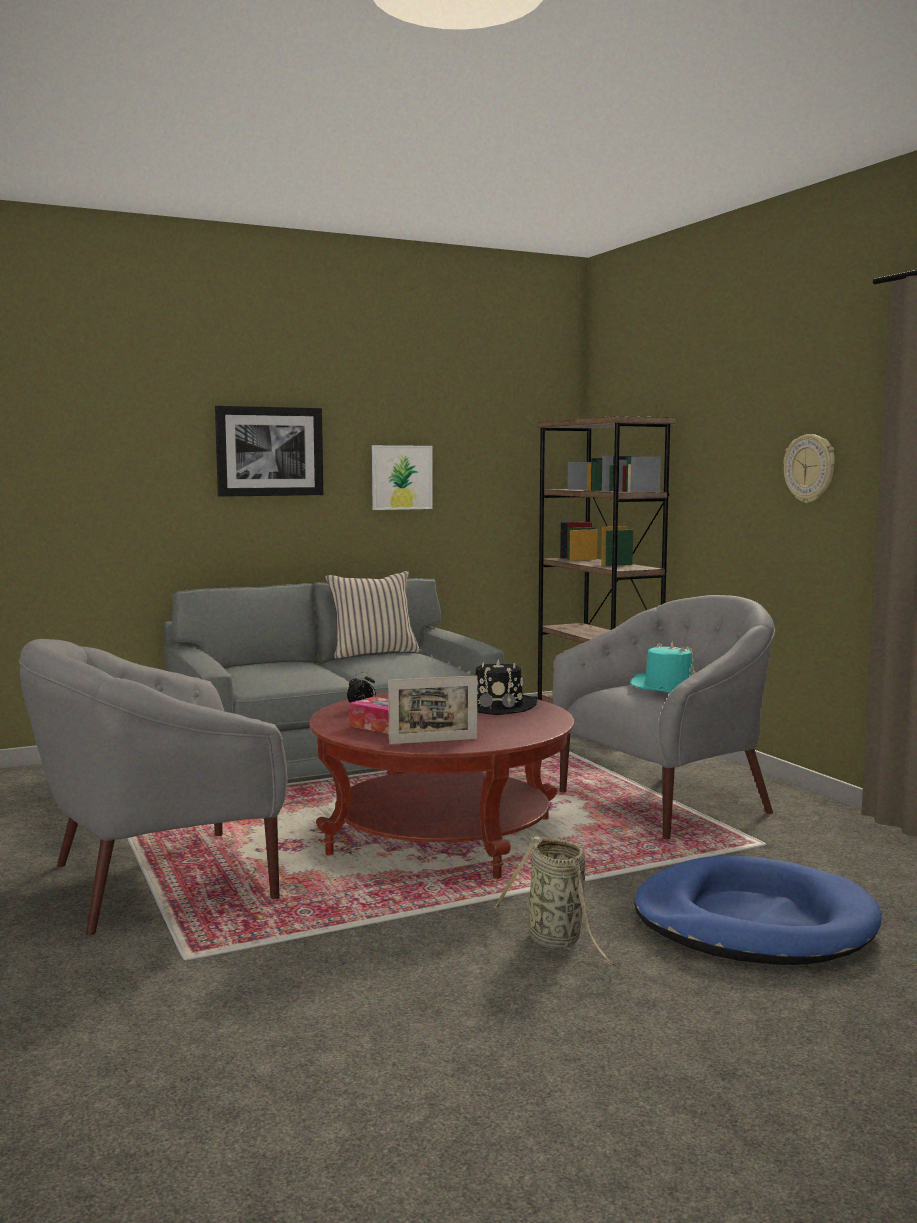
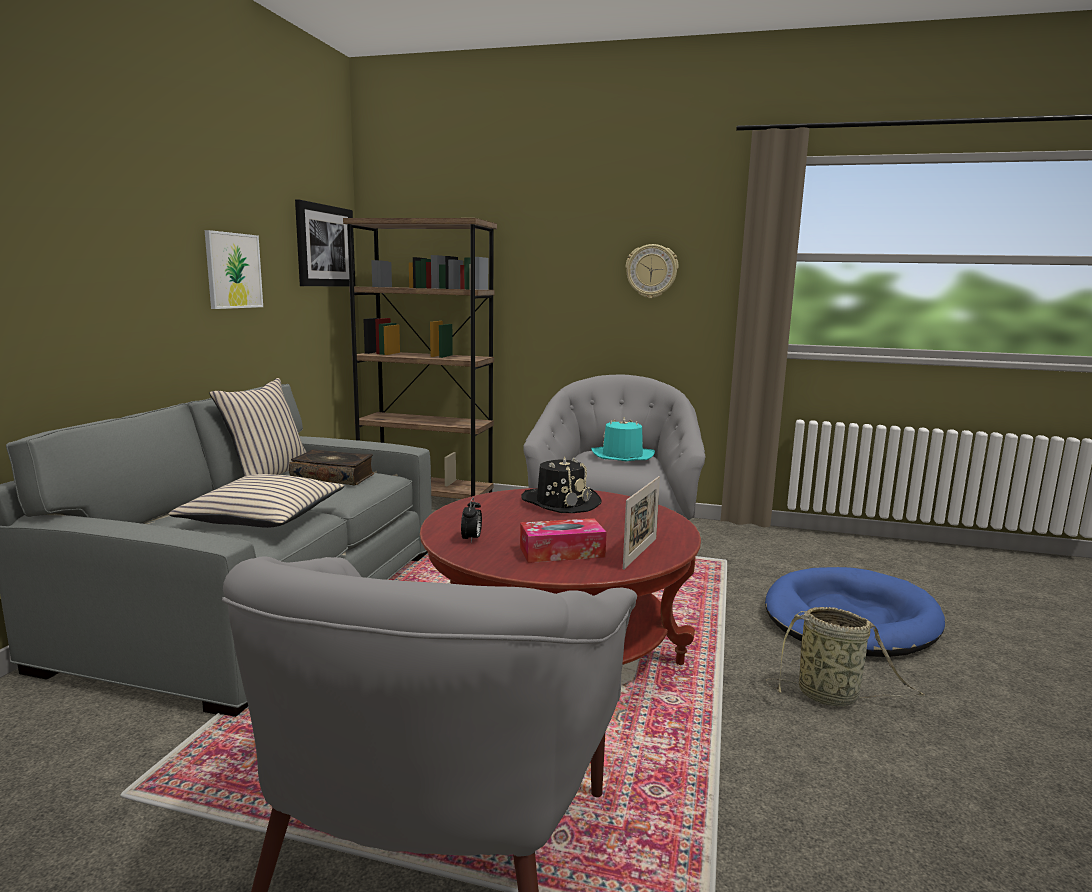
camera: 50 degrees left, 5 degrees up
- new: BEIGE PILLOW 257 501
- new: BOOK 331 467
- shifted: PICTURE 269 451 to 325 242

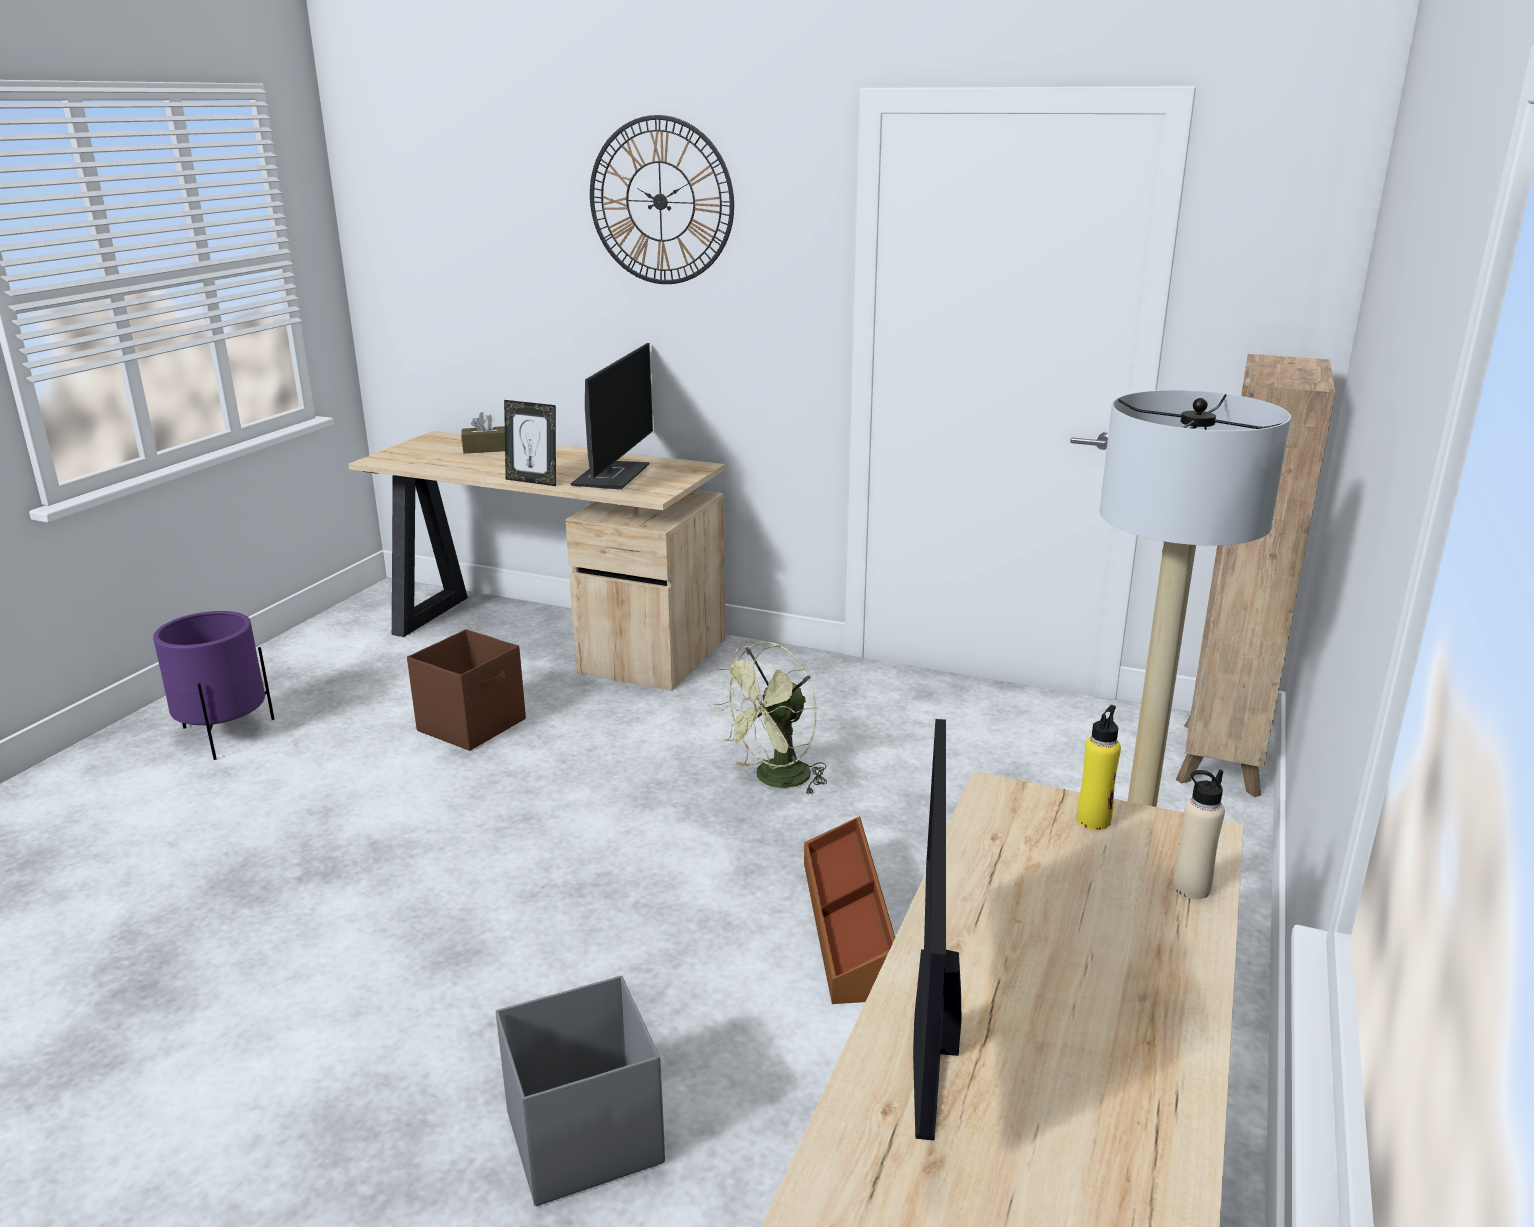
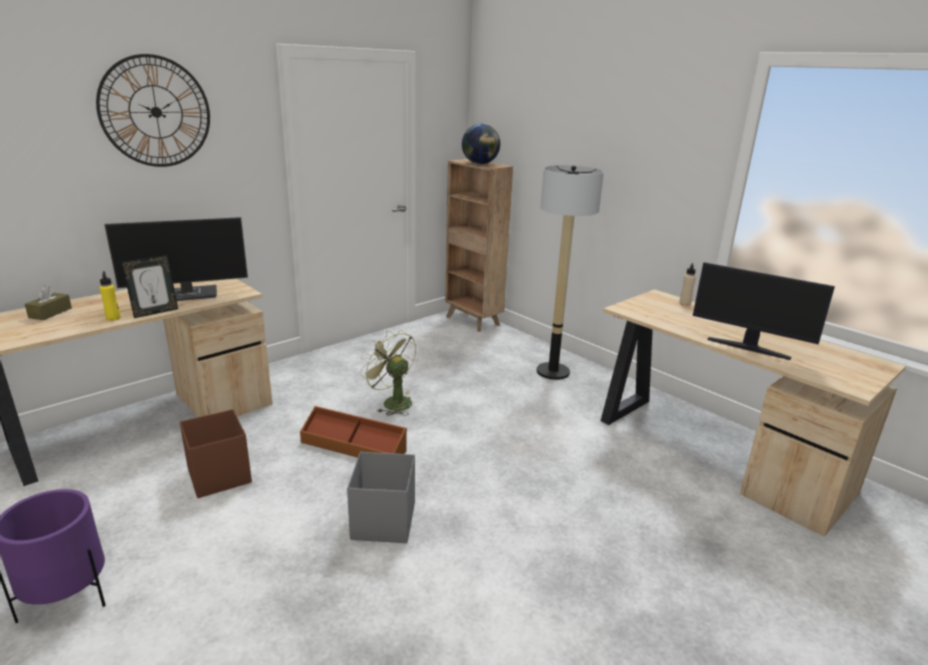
camera: 65 degrees left, 0 degrees up
- new: GLOBE 481 144
- shifted: GREY STORAGE BOX 580 1091 to 381 497
- shifted: BROWN STORAGE BOX 849 910 to 353 432
- shifted: YELLOW BOTTLE 1099 767 to 110 296
- rotated: MONITOR 611 416 = 176 259 120 degrees clockwise
- rotated: GREEN FAN 770 719 = 388 373 150 degrees clockwise

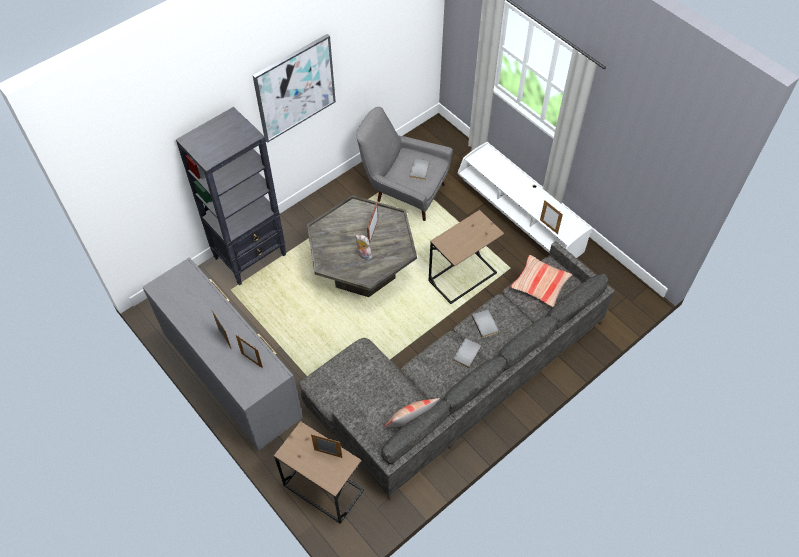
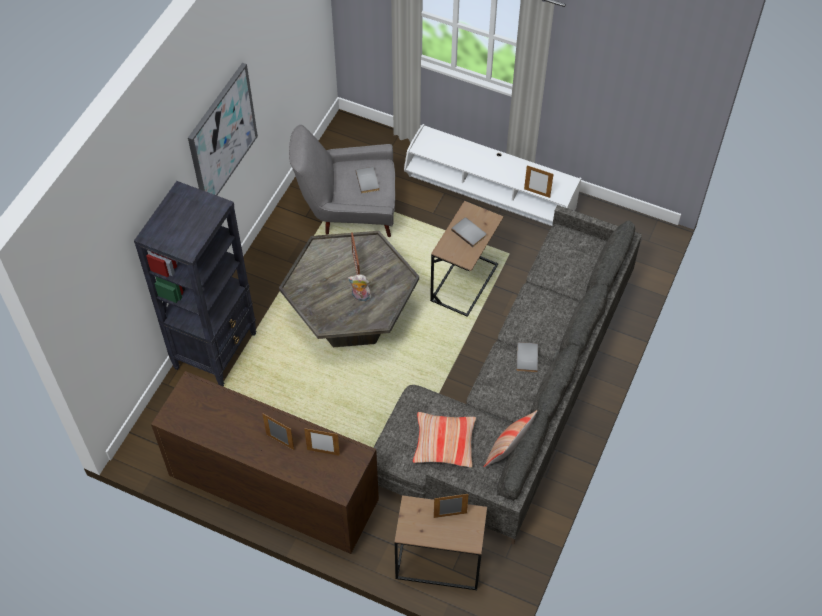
camera: 25 degrees left, 0 degrees up
- shifted: GREY BOOK 485 324 to 468 232
- shifted: PILLOW 541 281 to 444 439
- repainted: GREY DRESSER 223 354 to BROWN DRESSER 265 462

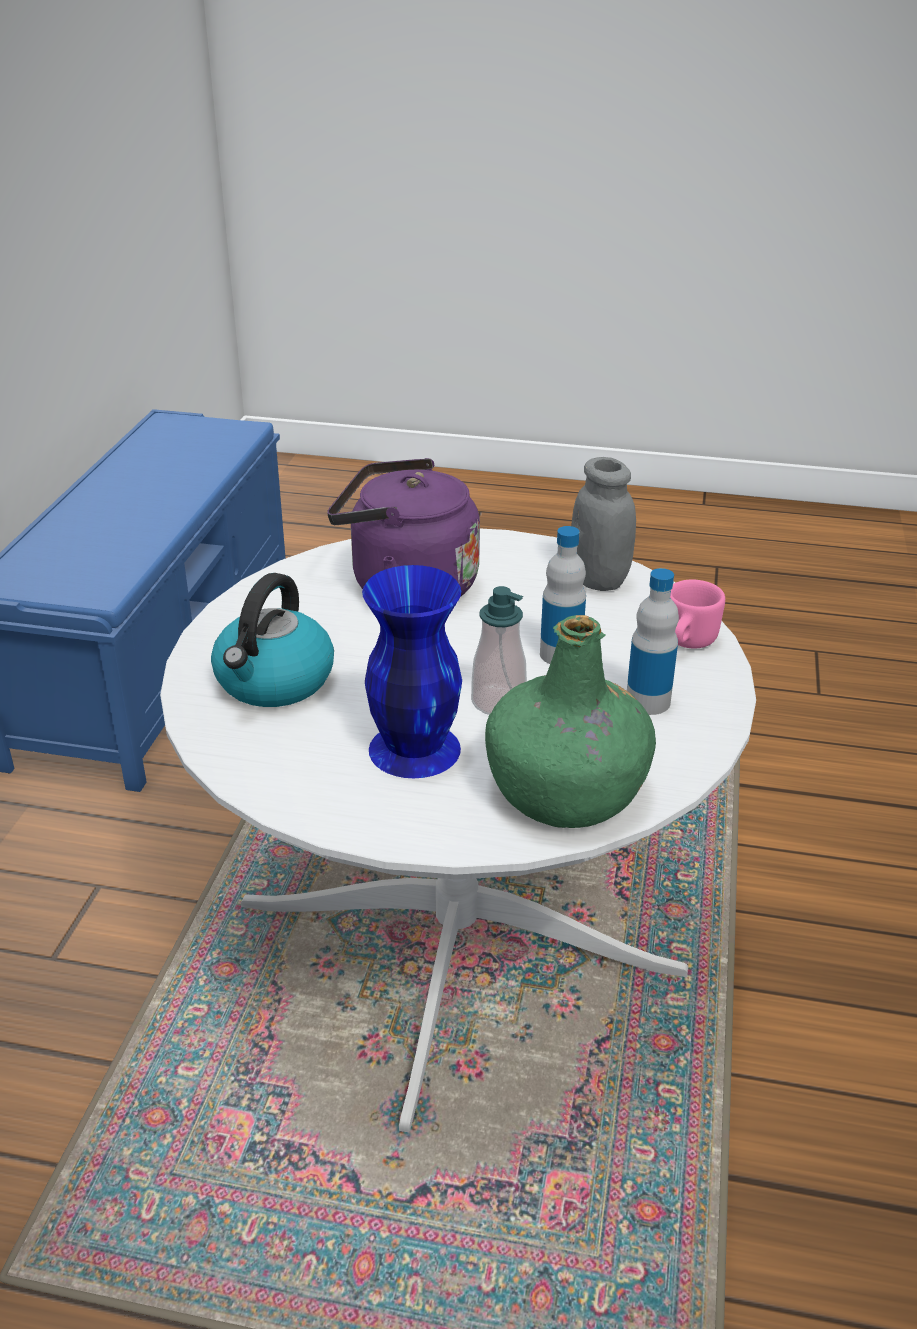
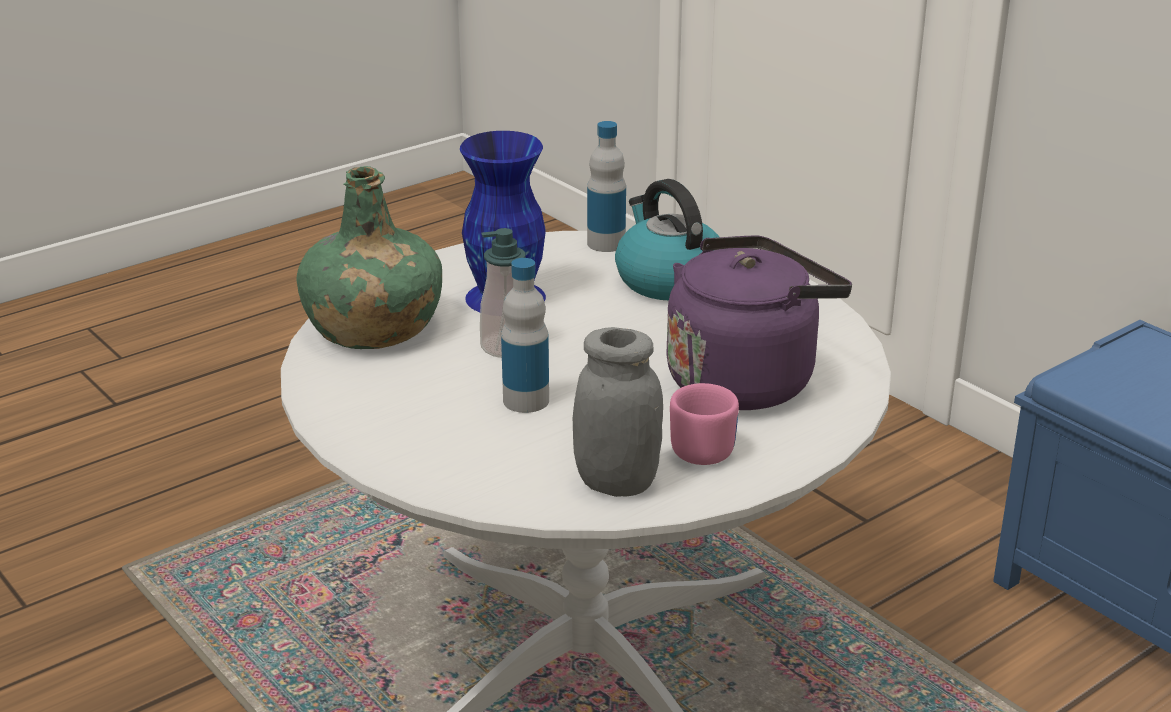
camera: 130 degrees right, 5 degrees down
- shifted: BOTTLE 653 641 to 606 186
- shifted: PINK MUG 697 614 to 704 424

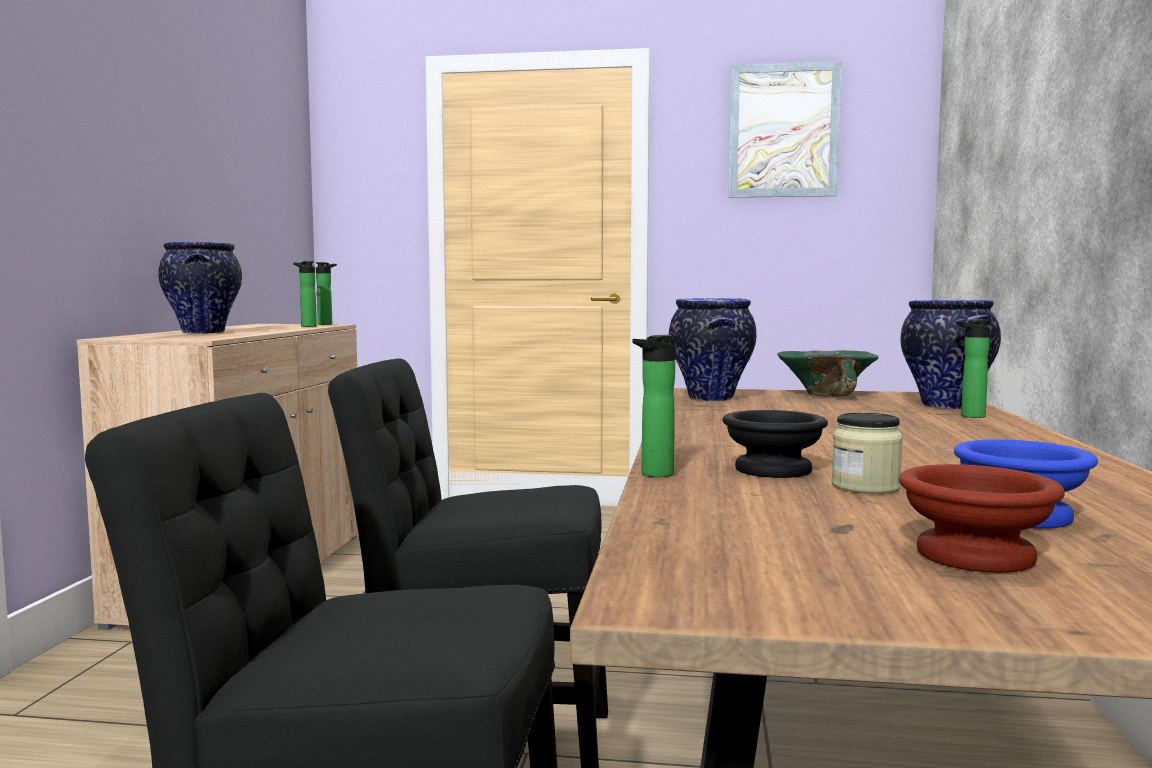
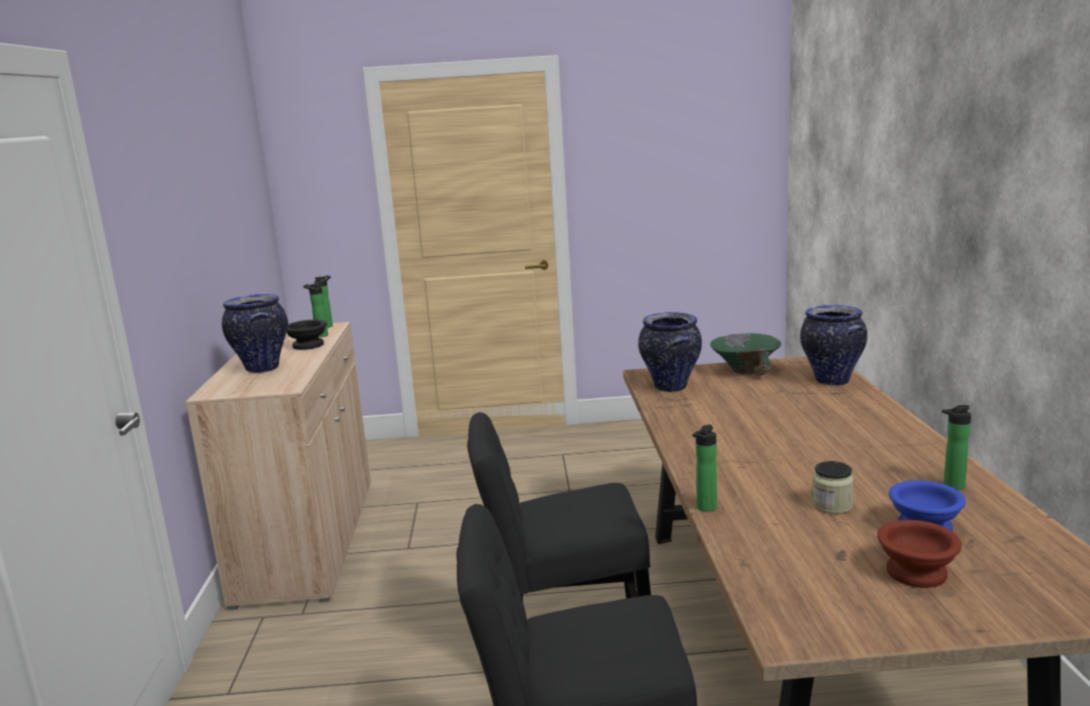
camera: 10 degrees left, 10 degrees up
- gone: PICTURE 785 129
- shifted: BLACK BOWL 775 444 to 307 335
- shifted: BOTTLE 973 369 to 956 447

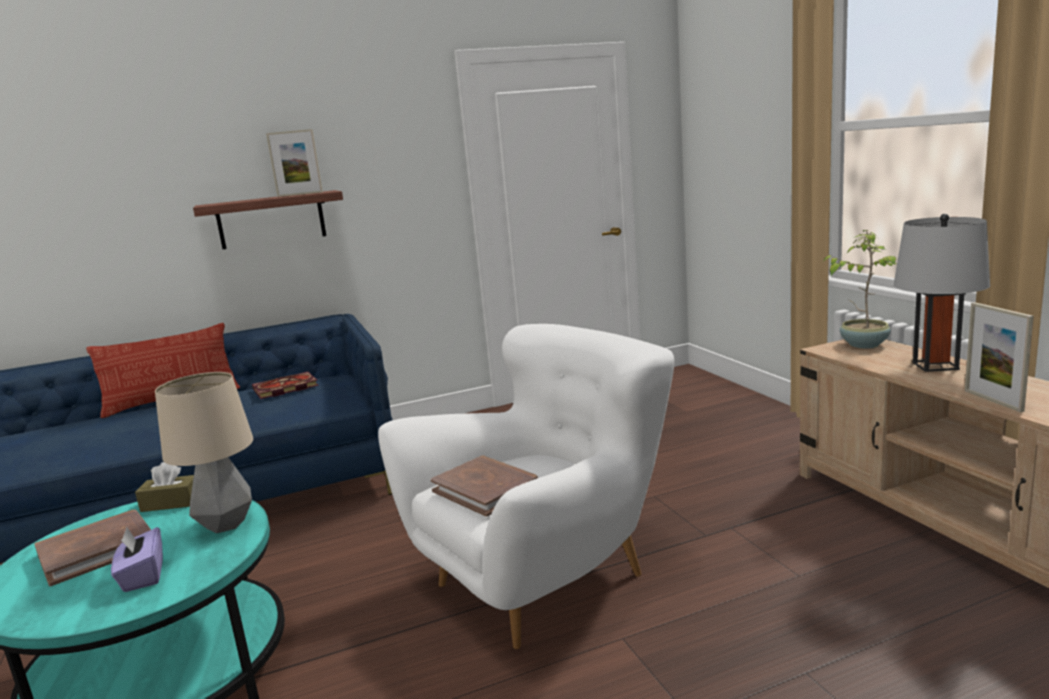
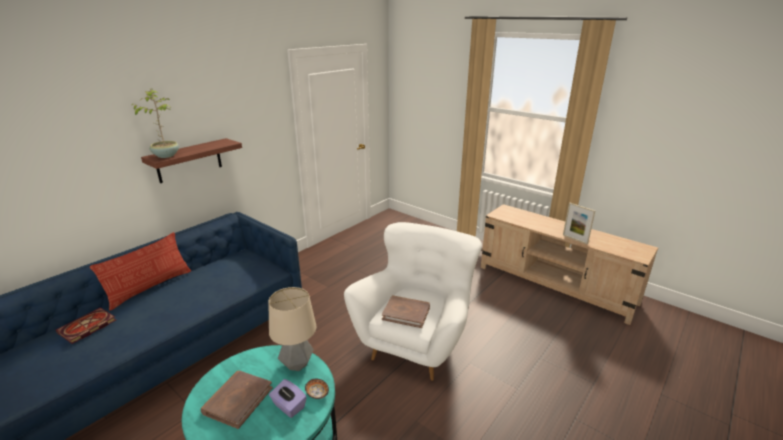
camera: 30 degrees left, 10 degrees up
- gone: BROWN TISSUE BOX 164 487
- gone: PICTURE FRAME 294 163
- gone: GREY TABLE LAMP 941 293
- new: BOWL 317 389
- shifted: BOOK 285 385 to 86 325
- shifted: POTTED PLANT 860 289 to 154 123

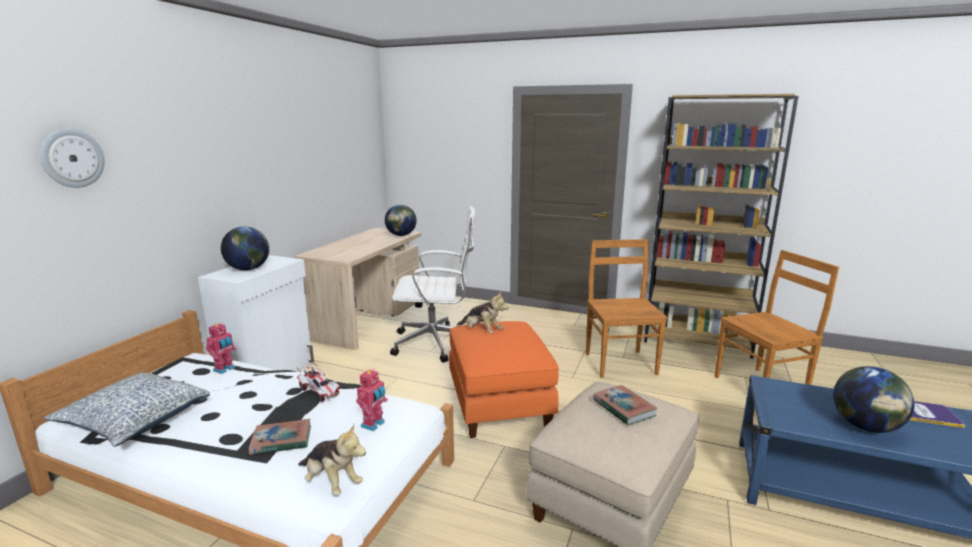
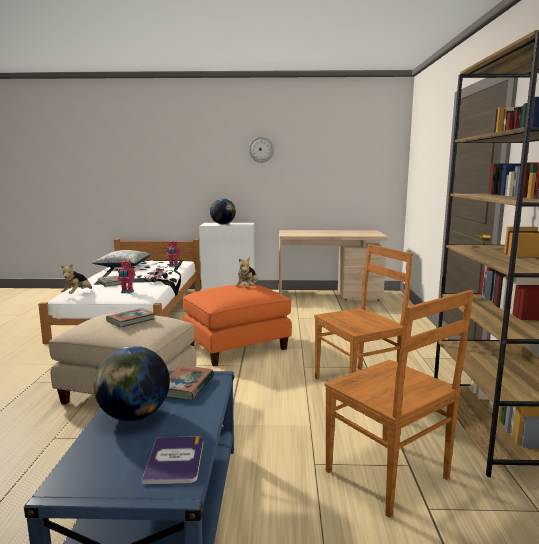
camera: 70 degrees right, 5 degrees down
- gone: GLOBE 400 220
- gone: WHITE OFFICE CHAIR 433 284
- new: BOOK 190 382
- shifted: WALL CLOCK 72 158 to 261 149

